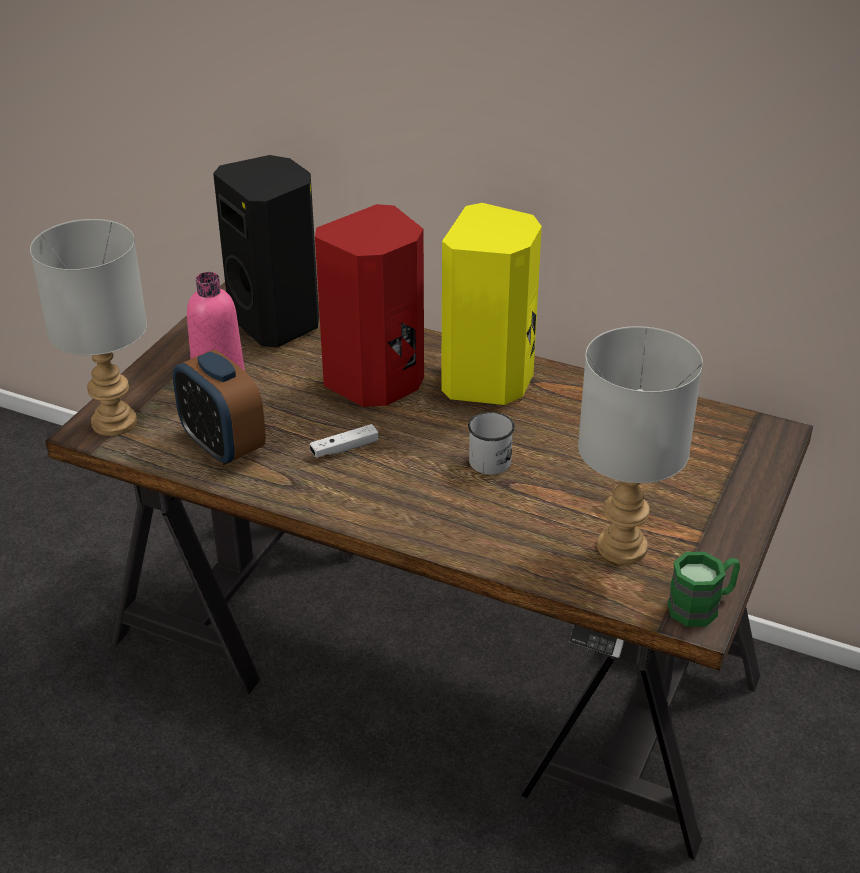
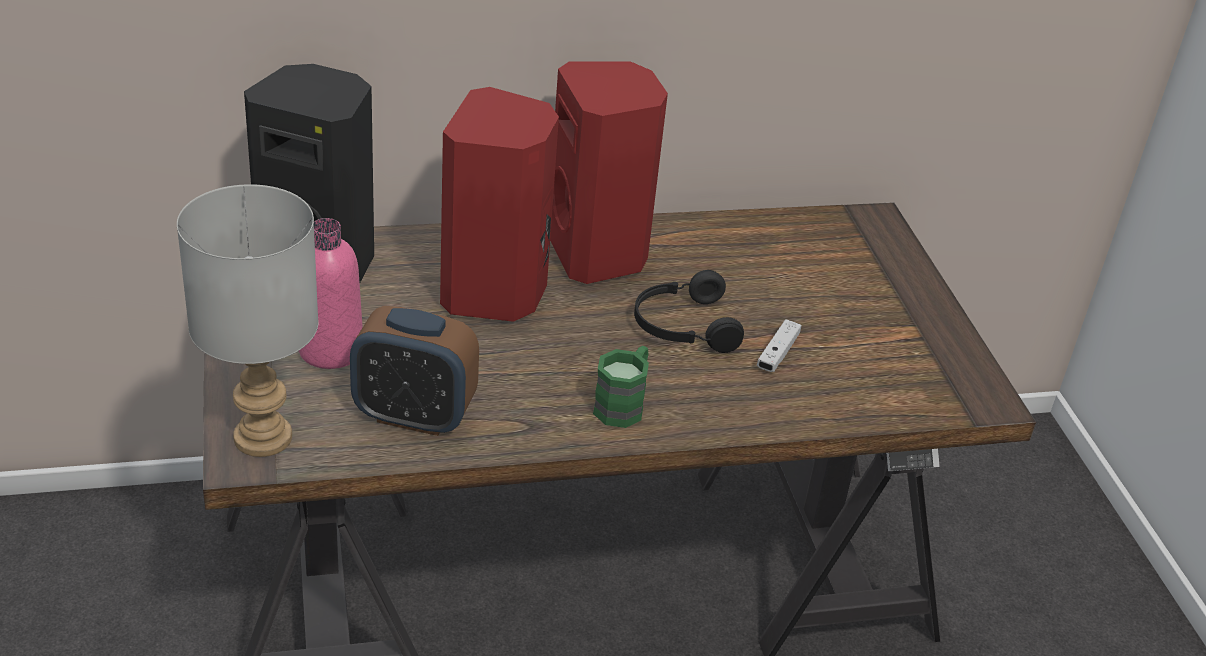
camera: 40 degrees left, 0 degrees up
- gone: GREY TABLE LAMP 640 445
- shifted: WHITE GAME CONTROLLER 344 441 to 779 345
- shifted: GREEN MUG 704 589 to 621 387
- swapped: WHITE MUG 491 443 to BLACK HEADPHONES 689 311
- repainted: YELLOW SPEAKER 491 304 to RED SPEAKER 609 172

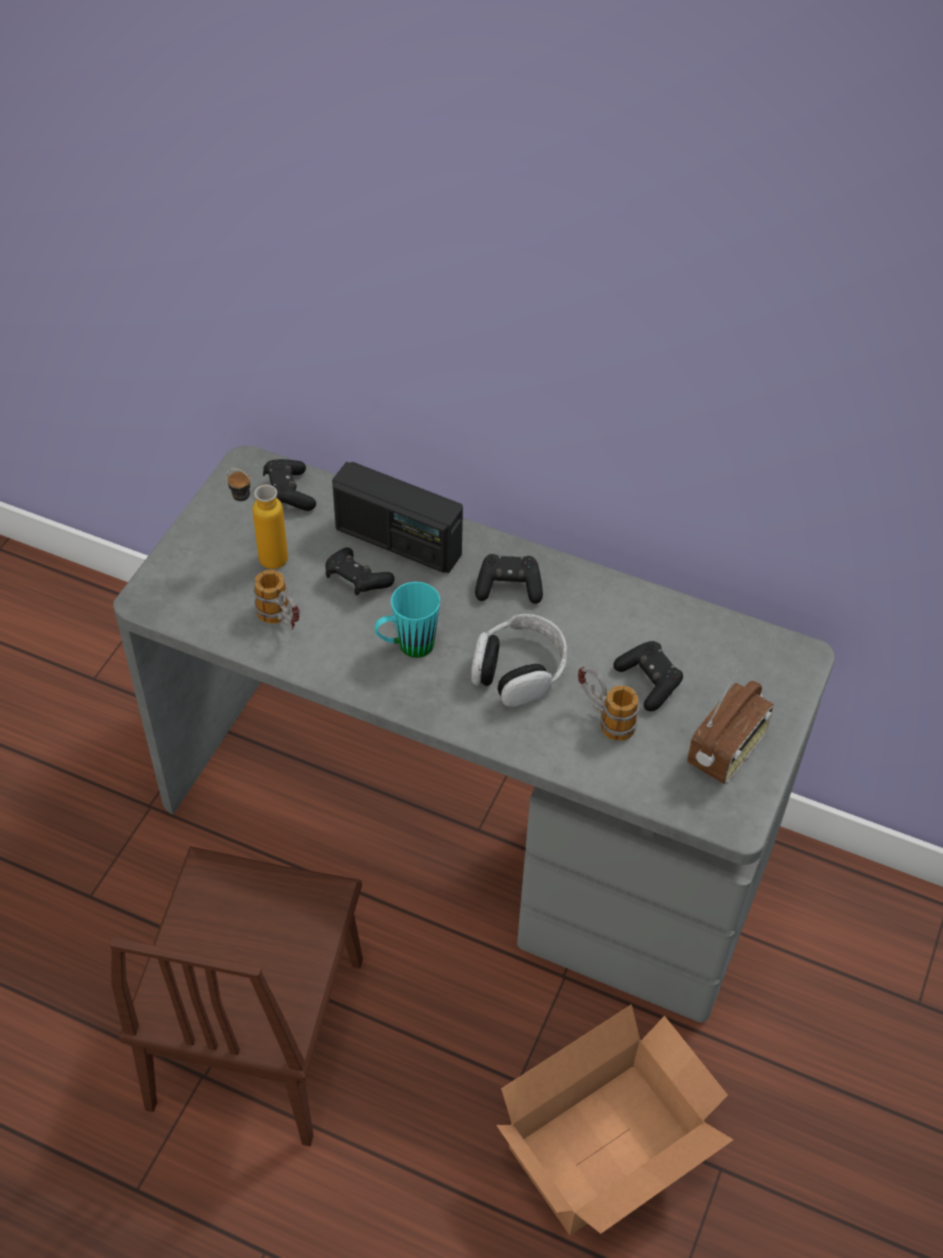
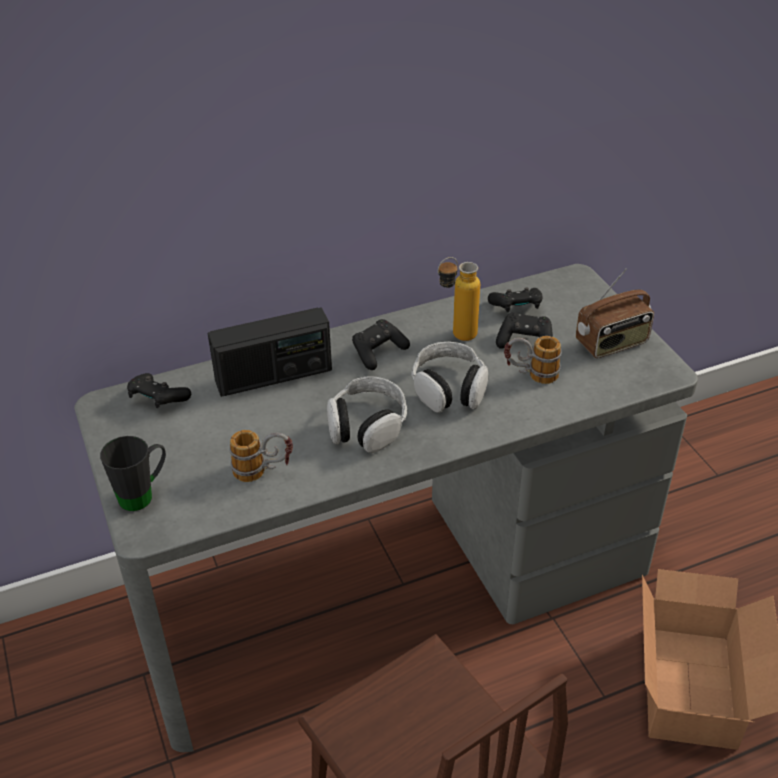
camera: 45 degrees left, 10 degrees down
- new: BLACK MUG 133 473
- shifted: BOTTLE 257 519 to 459 299
- shifted: BLACK GAME CONTROLLER 360 571 to 515 299
- swapped: TURQUOISE MUG 407 620 to HEADPHONES 367 415
- rotated: RADIO 730 727 = 615 313 75 degrees clockwise

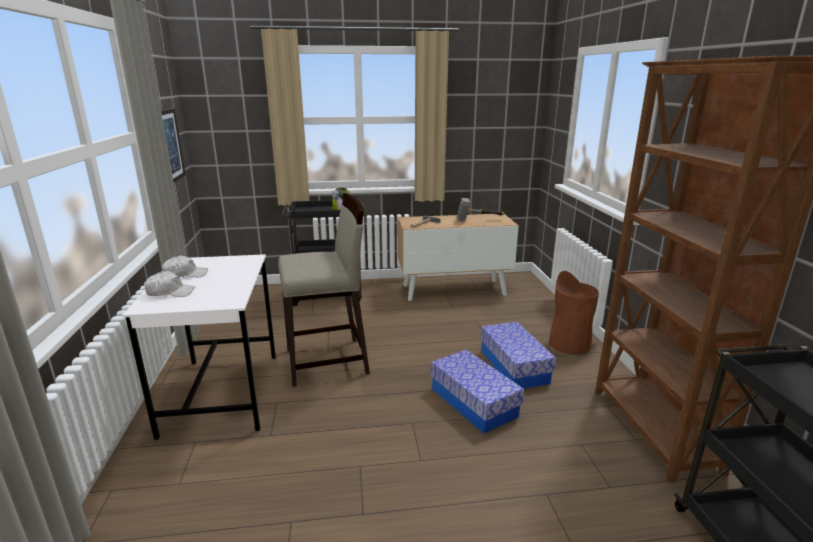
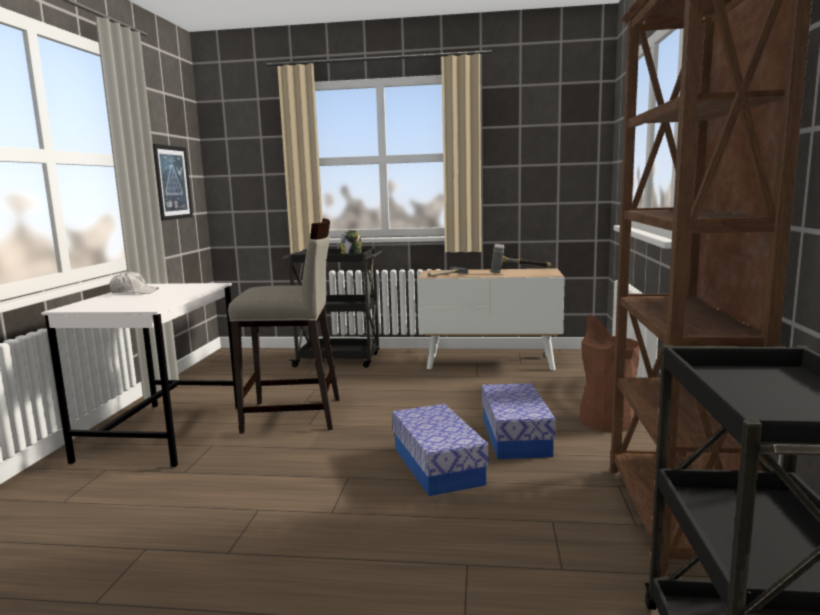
camera: 15 degrees right, 10 degrees down
- gone: WHITE CAP 170 284

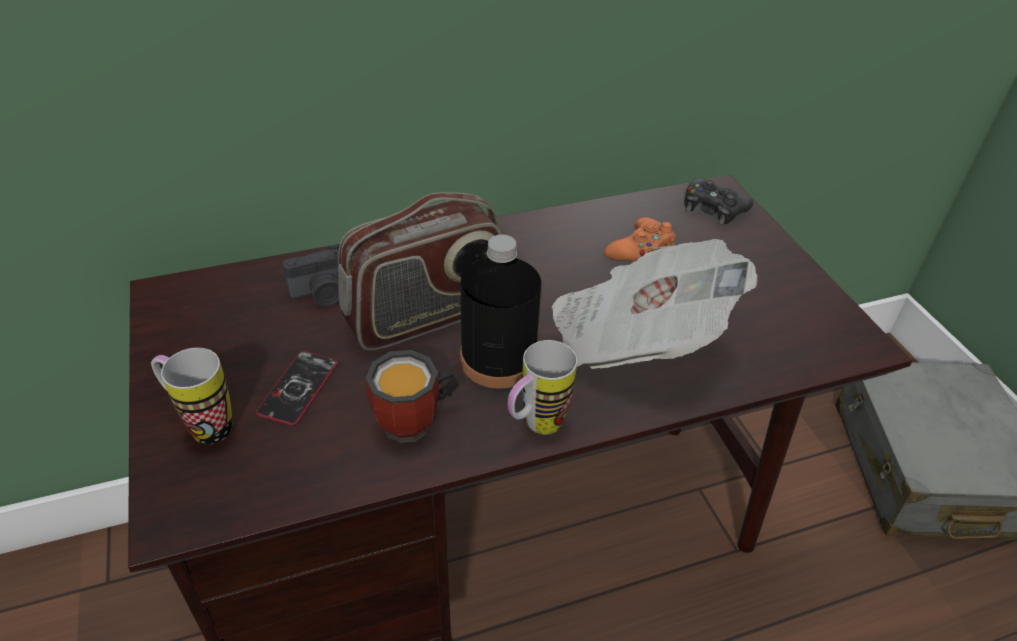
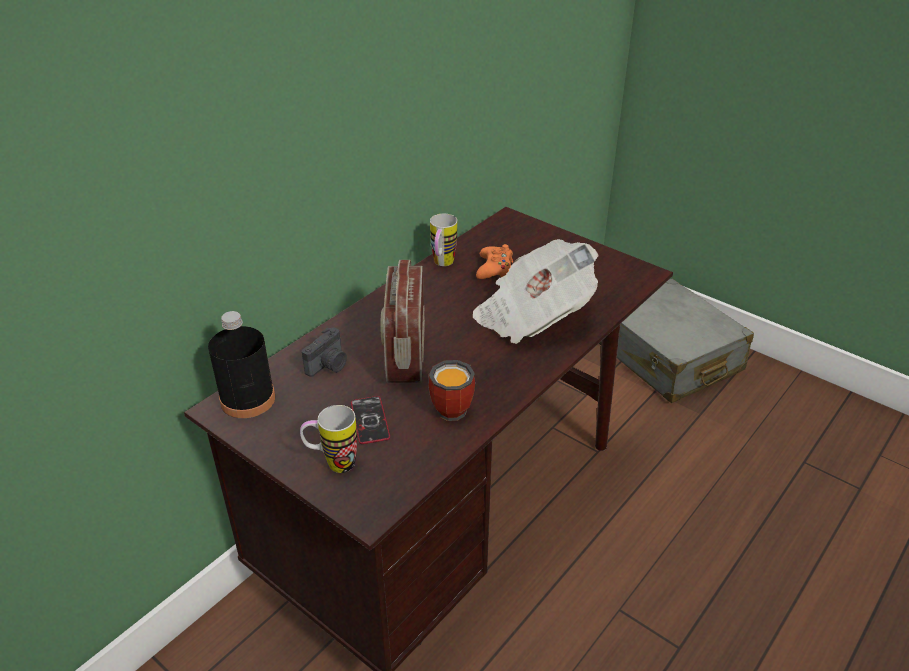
camera: 30 degrees left, 5 degrees down
- gone: BLACK GAME CONTROLLER 719 201
- shifted: BLACK BOTTLE 500 312 to 241 364
- shifted: MUG 542 387 to 443 240
- rotated: RADIO 419 271 = 402 321 150 degrees clockwise

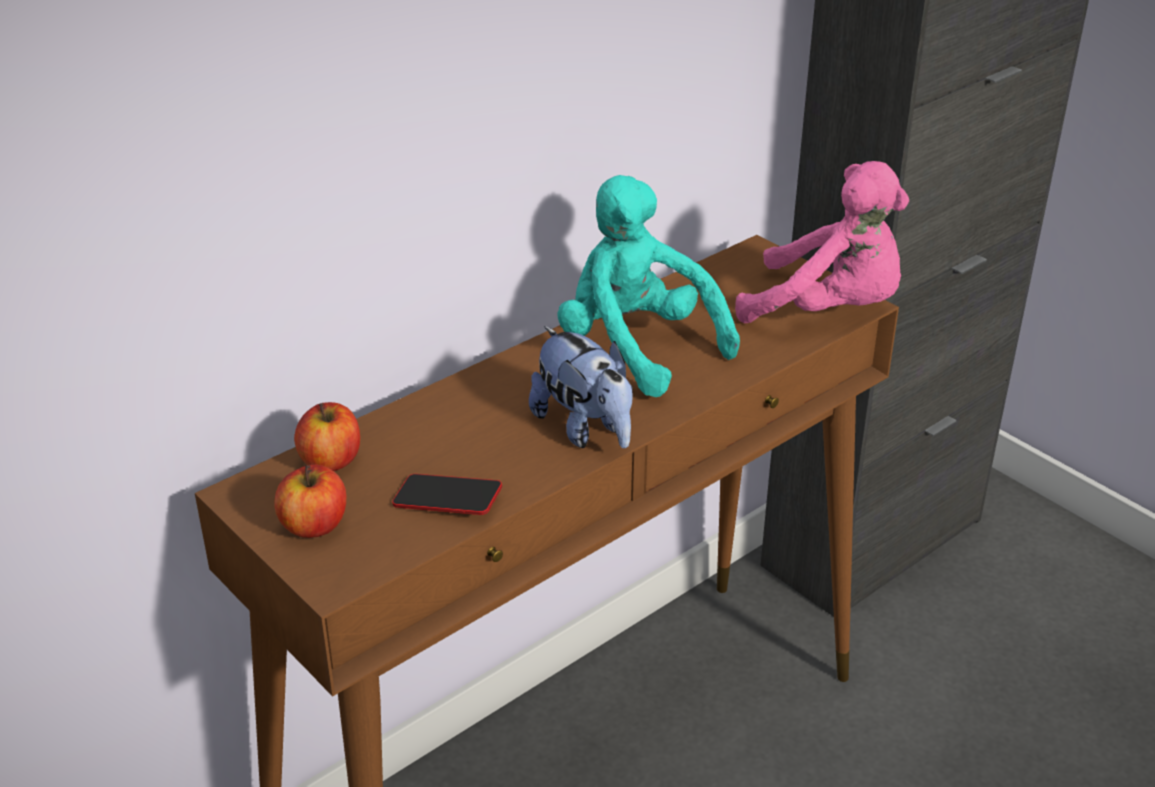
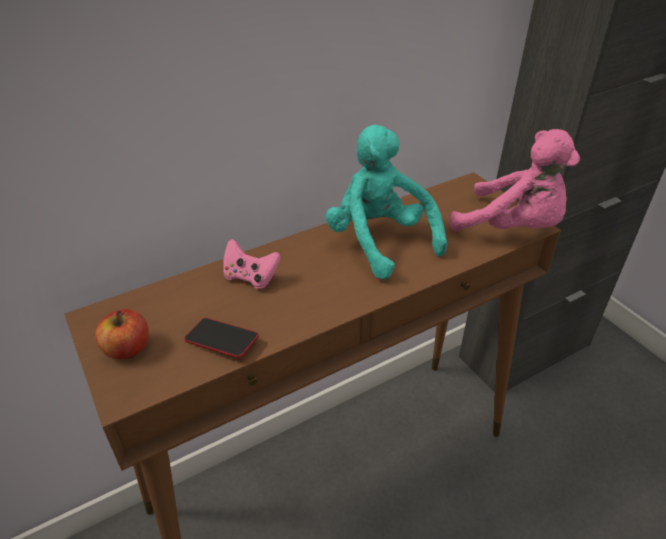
camera: 10 degrees right, 5 degrees up
- gone: APPLE 327 436
- gone: PLUSH TOY 581 387
- new: PINK GAME CONTROLLER 252 264

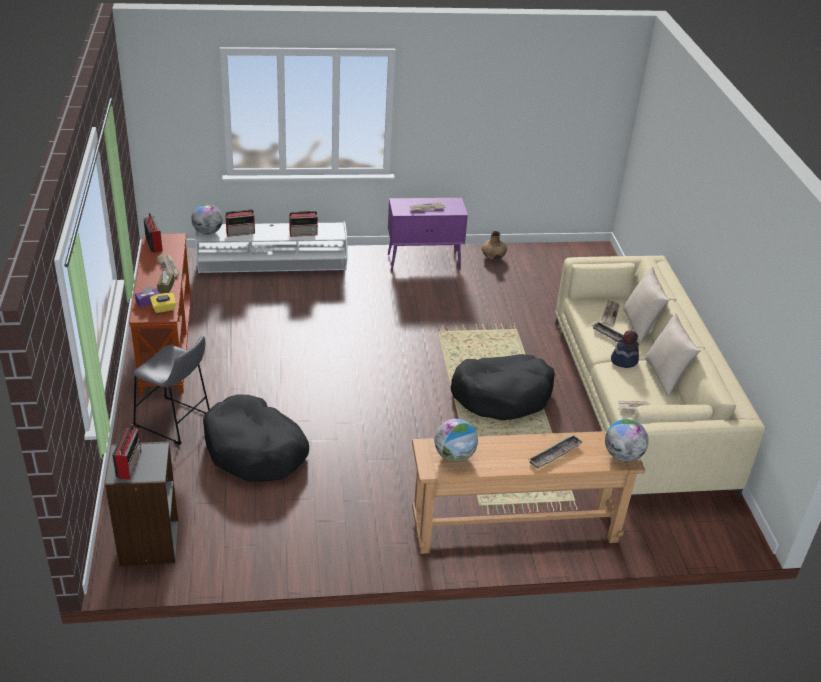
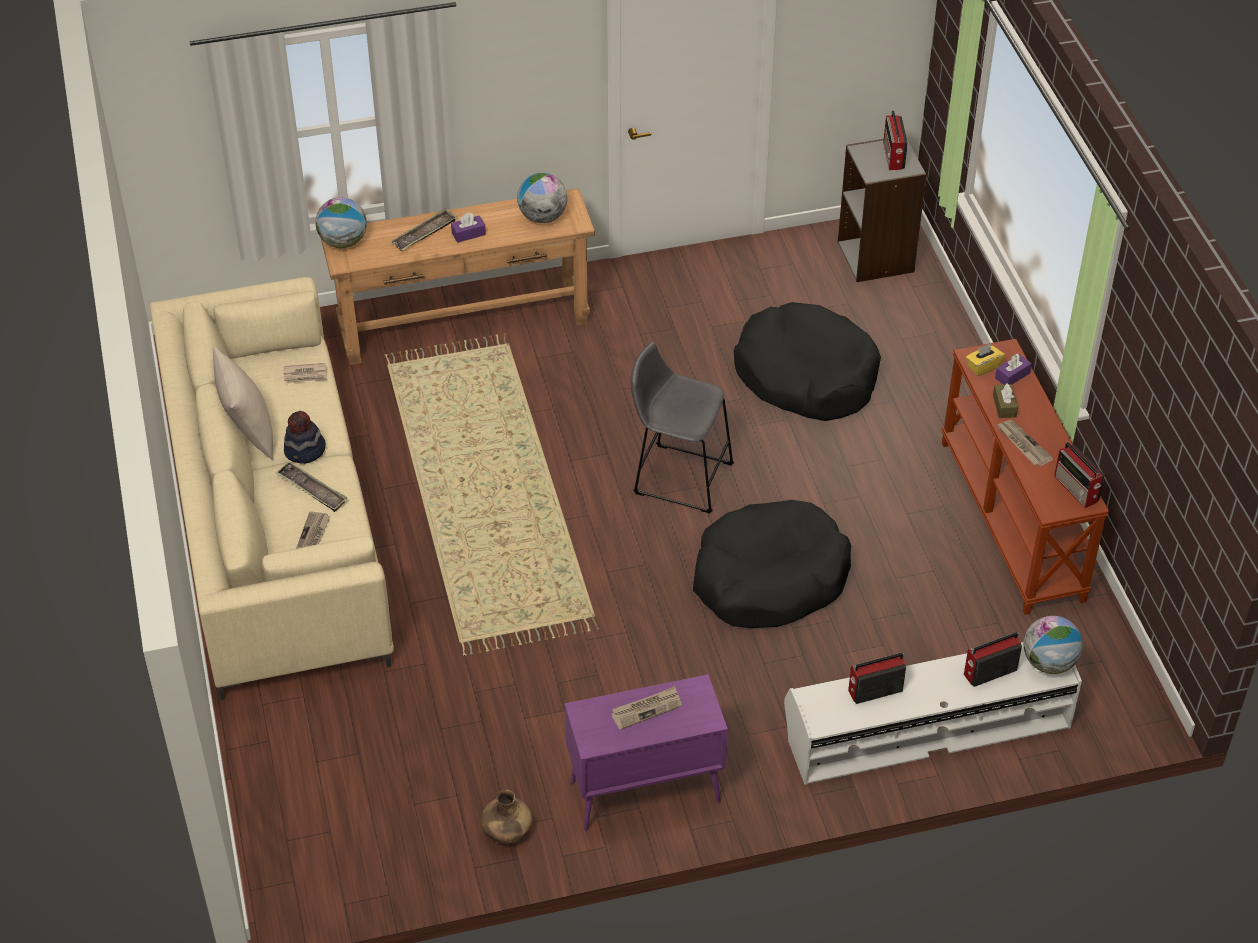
camera: 175 degrees right, 10 degrees up
- gone: BEIGE PILLOW 647 305
- new: PURPLE TISSUE BOX 468 228
- shifted: GREY STOOL 171 390 to 682 427
- shifted: BLACK DOG BED 502 387 to 772 564

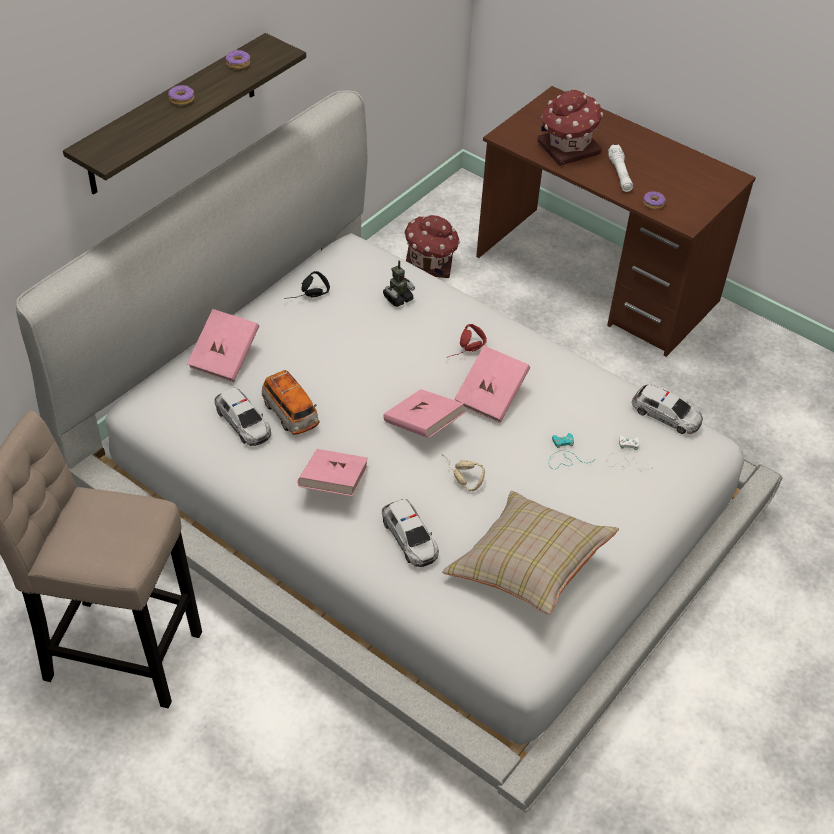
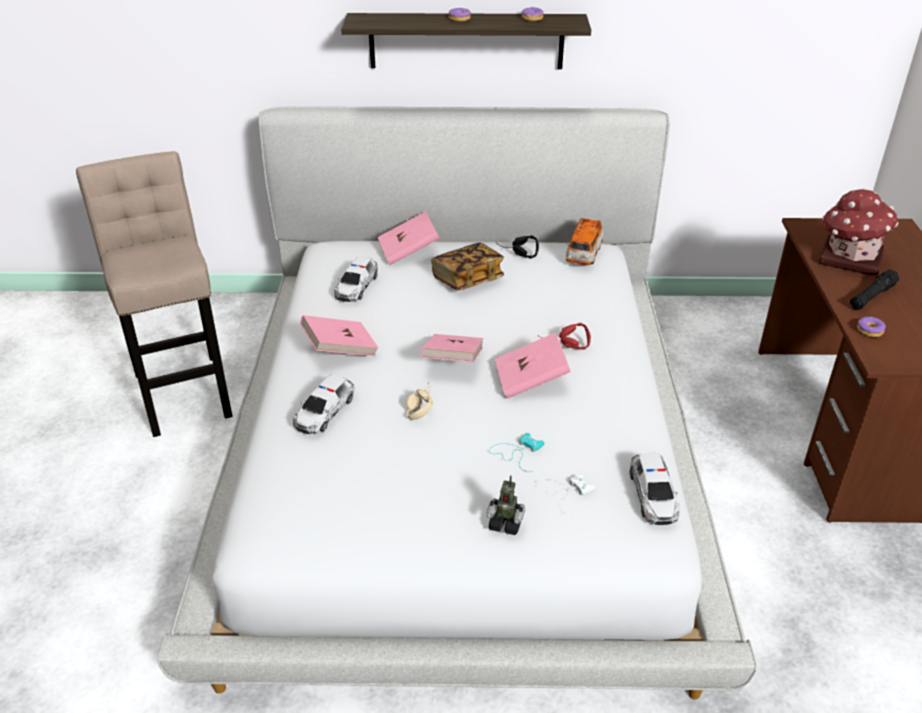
camera: 55 degrees right, 10 degrees down
- gone: TOY HOUSE 432 247
- gone: BEIGE PILLOW 530 553
- new: BOOK 467 266
- shifted: TOY CAR 290 402 to 584 241
- shifted: TOY ROBOT 399 283 to 505 505
- repainted: WHITE FLASHLIGHT 620 168 to BLACK FLASHLIGHT 874 289

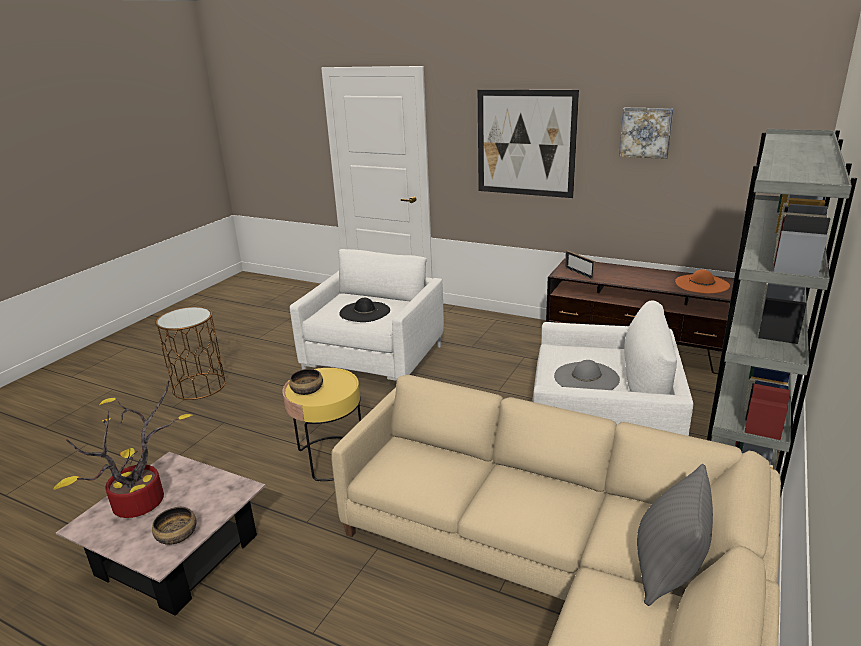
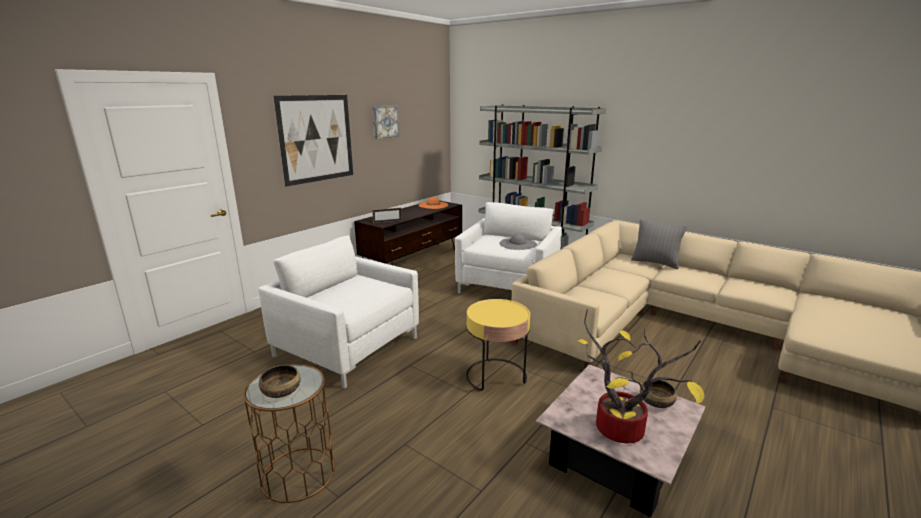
camera: 80 degrees left, 5 degrees down
- gone: BLACK HAT 364 310
- shifted: BOWL 306 382 to 280 381

